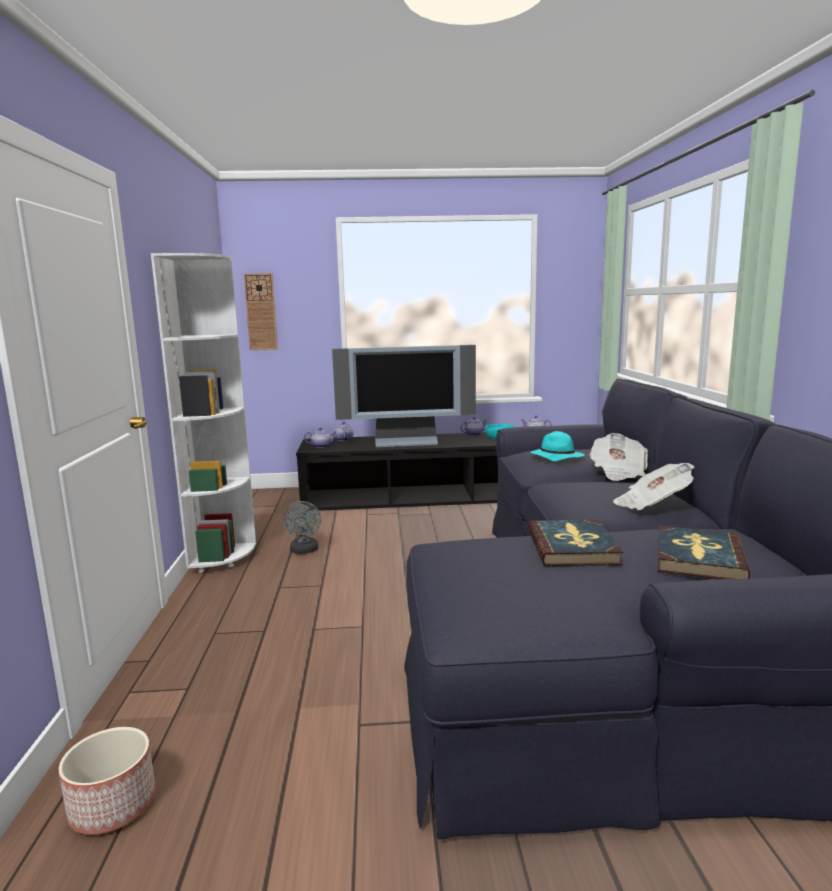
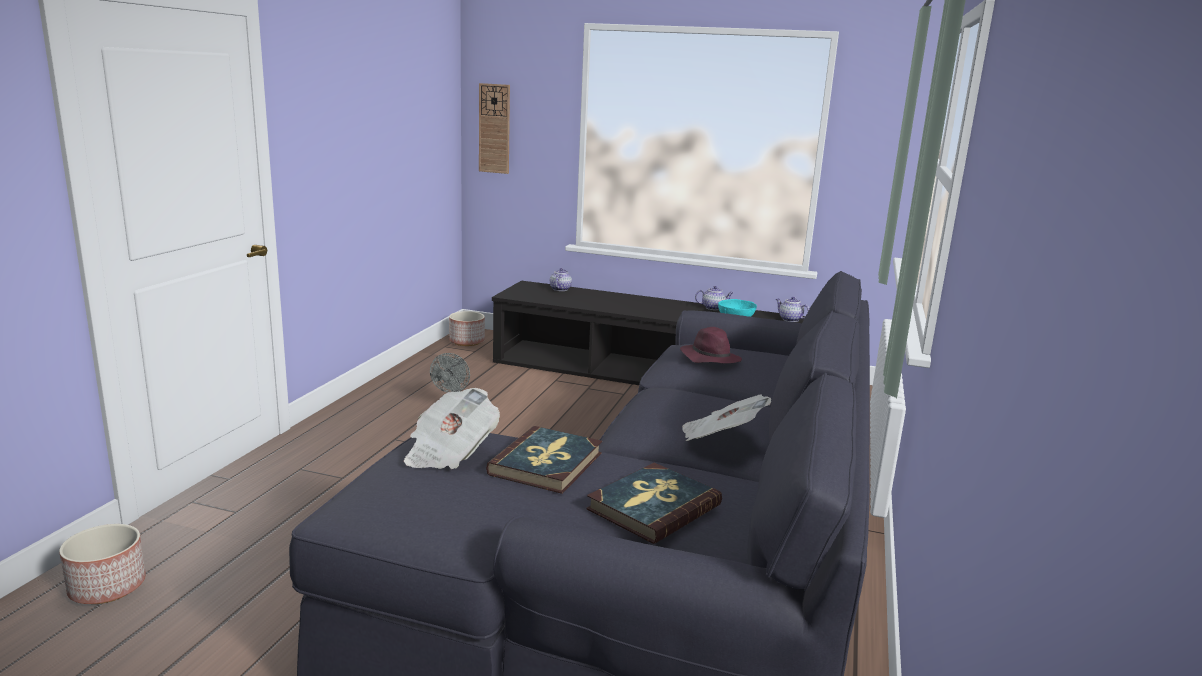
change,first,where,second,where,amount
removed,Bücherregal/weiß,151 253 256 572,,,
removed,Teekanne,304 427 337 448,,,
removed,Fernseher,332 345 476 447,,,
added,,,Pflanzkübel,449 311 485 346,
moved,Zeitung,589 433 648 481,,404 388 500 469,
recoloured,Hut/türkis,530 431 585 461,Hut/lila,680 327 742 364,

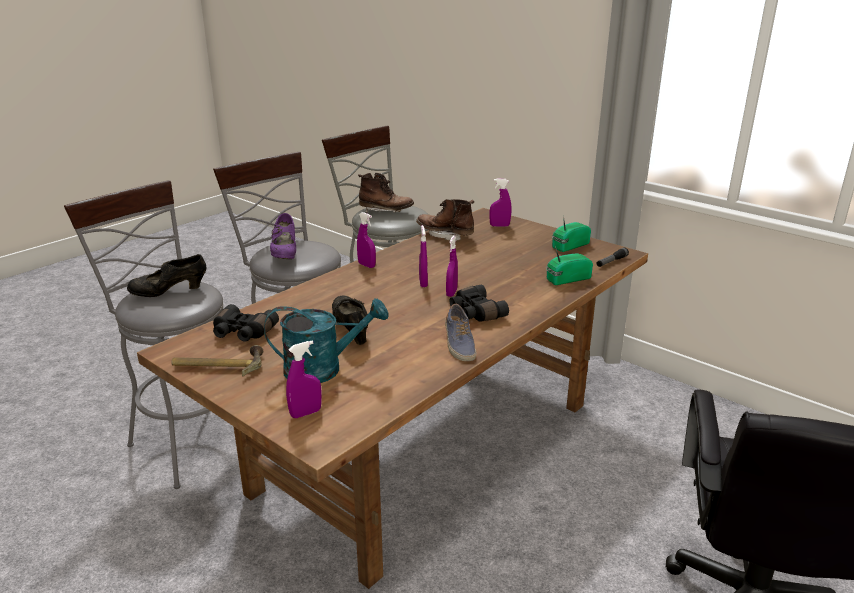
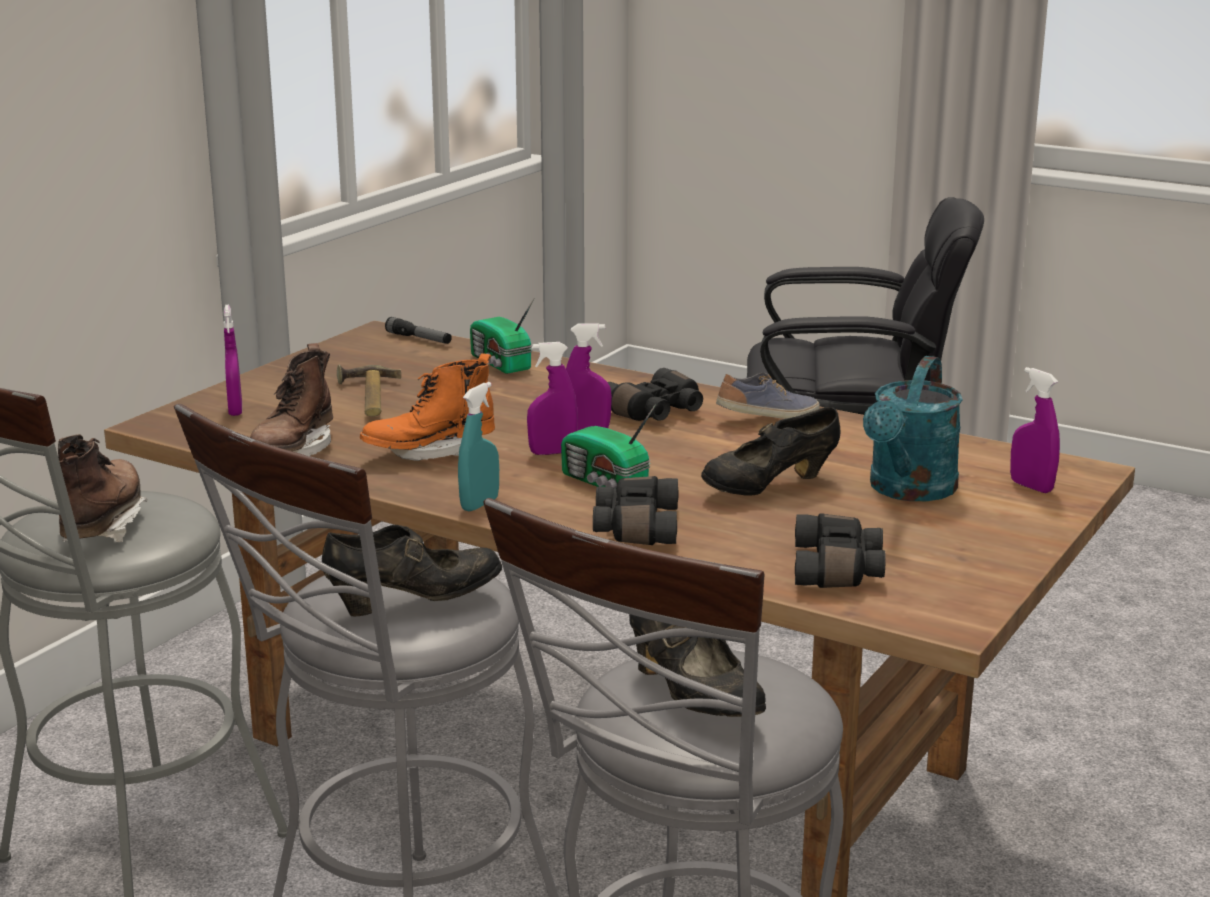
change,first,where,second,where,amount
added,,,Stiefel/orange,360 353 495 461,
added,,,Fernglas/schwarz,593 476 679 545,
moved,Hammer,171 345 263 377,,337 365 401 417,
moved,Radio,552 216 591 252,,561 404 656 489,
recoloured,Schuh/lila,270 213 296 259,Schuh/schwarz,322 525 502 616,
recoloured,Sprühflasche/lila,357 212 376 268,Sprühflasche/türkis,458 382 499 511,
turned,Gießkanne/türkis,264 298 389 383,,863 356 963 501,135 degrees counterclockwise

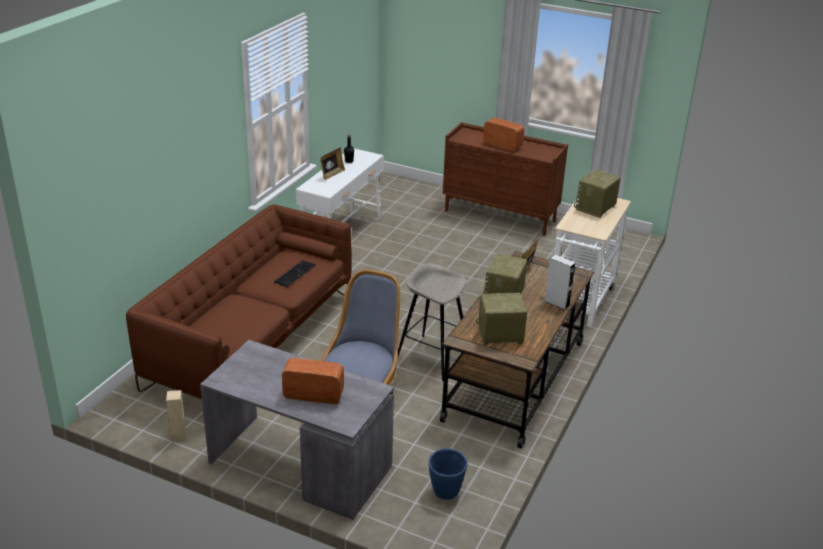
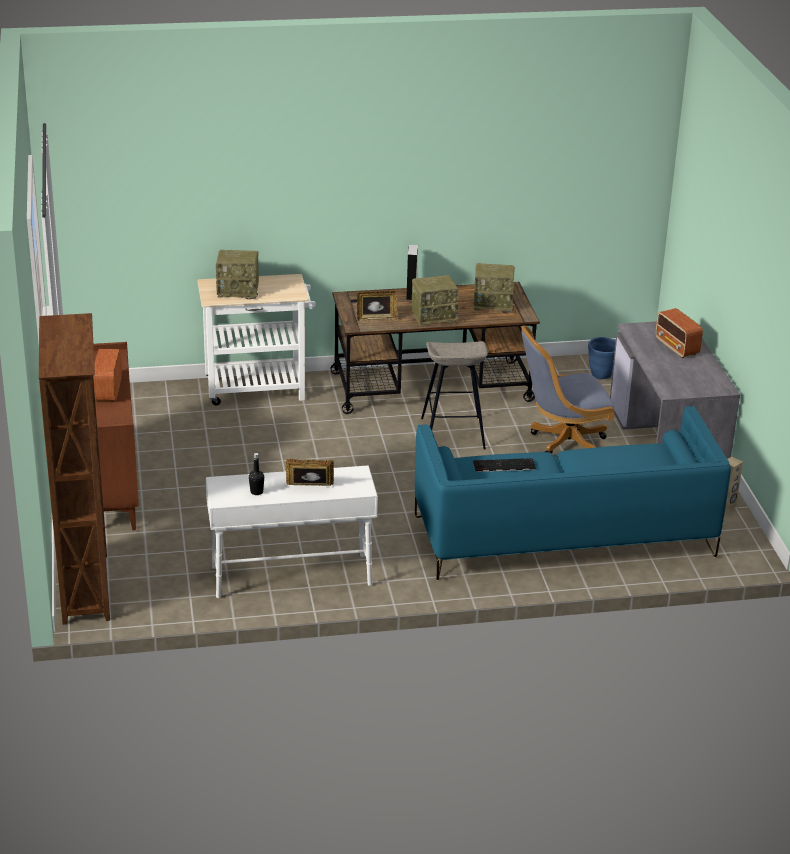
change,first,where,second,where,amount
added,,,Bücherregal/braun,39 313 110 625,
recoloured,Sofa/braun,126 204 351 400,Sofa/blau,415 406 731 581,
turned,Radio,476 293 527 345,,474 263 515 312,45 degrees counterclockwise

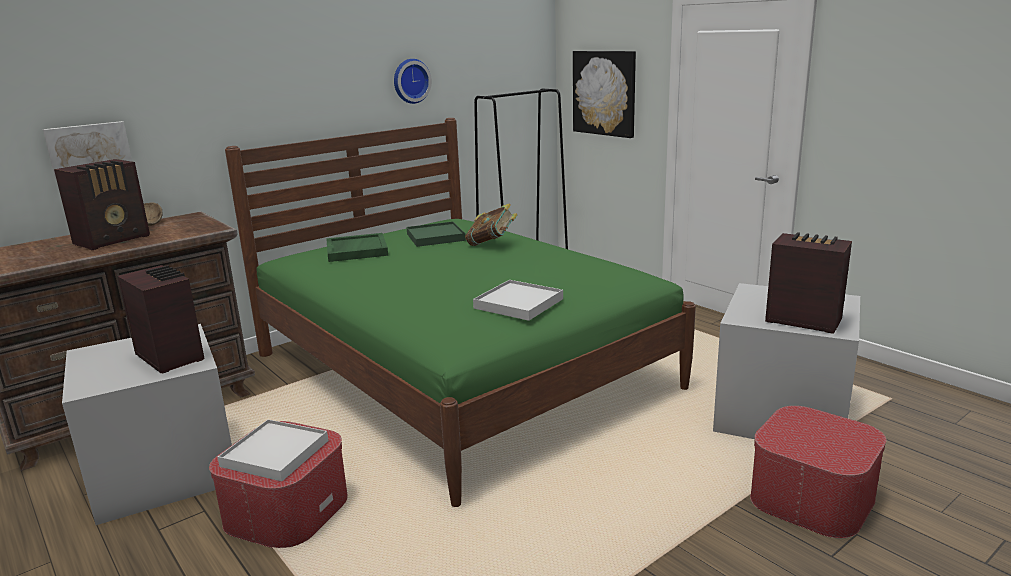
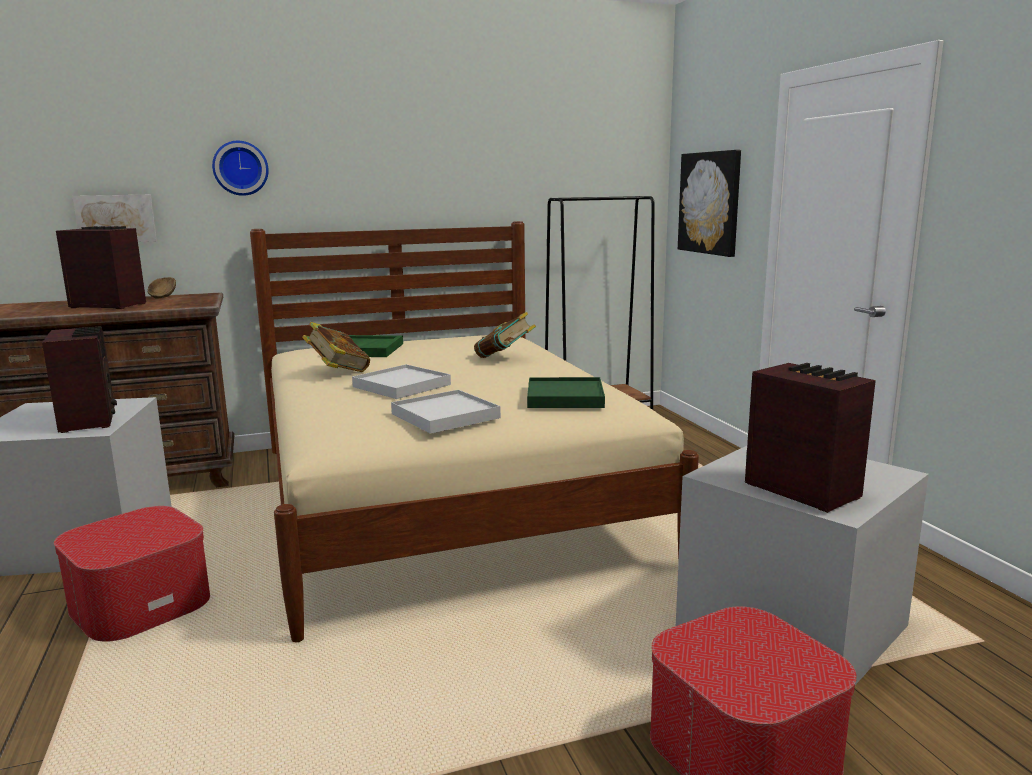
change,first,where,second,where,amount
added,,,Buch,302 322 370 372,
moved,Tablett/weiß,218 419 328 481,,352 364 451 399,
moved,Wanduhr,394 59 432 104,,212 141 269 196,
moved,Tablett/grün,406 222 466 247,,527 377 605 408,
recoloured,Bett/grün,225 118 696 507,Bett/beige,250 221 699 642,
turned,Radio,54 159 150 250,,56 226 146 309,135 degrees counterclockwise

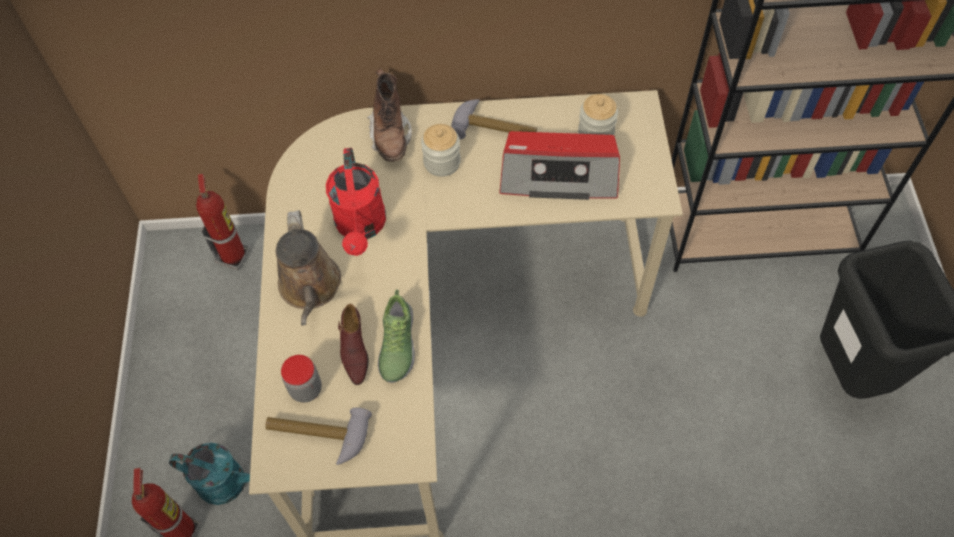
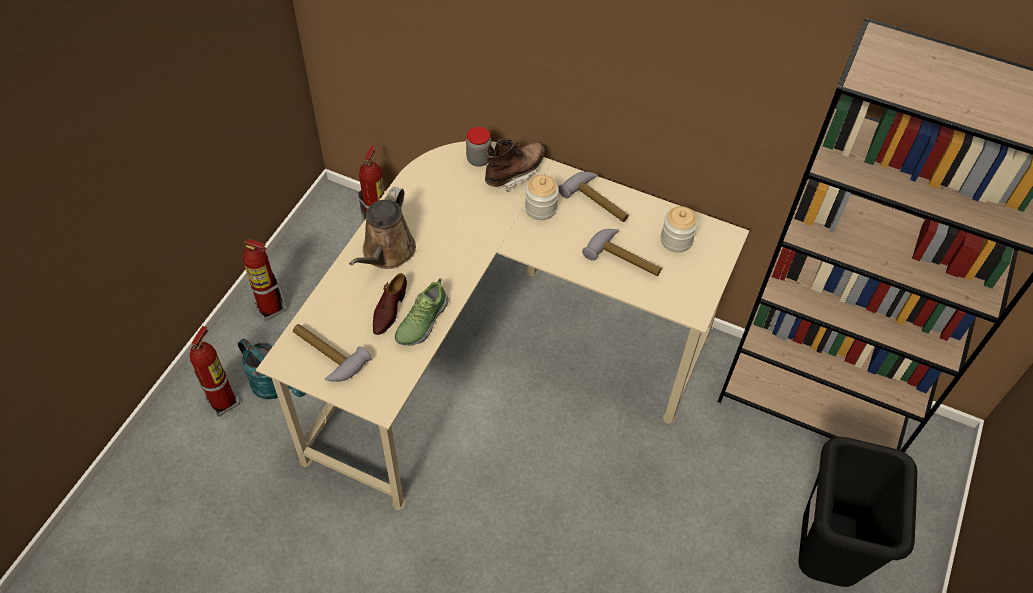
change,first,where,second,where,amount
removed,Gießkanne/rot,326 148 386 256,,,
added,,,Feuerlöscher,243 239 287 321,
moved,Vorratsglas,281 355 322 403,,466 127 491 167,
replaced,Radio,499 131 620 200,Hammer,582 229 662 276,
turned,Stiefel/braun,367 69 412 162,,485 139 545 192,150 degrees counterclockwise

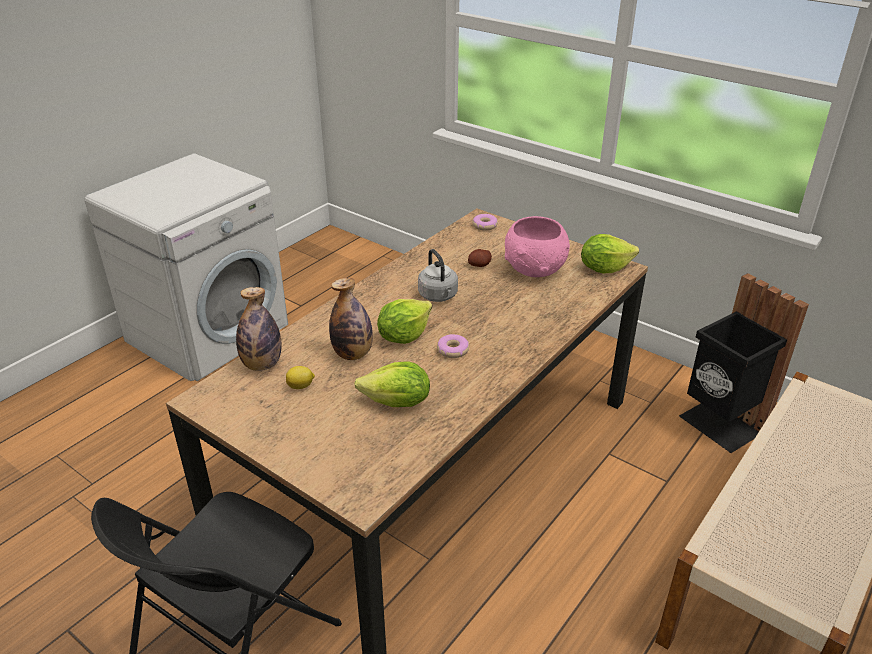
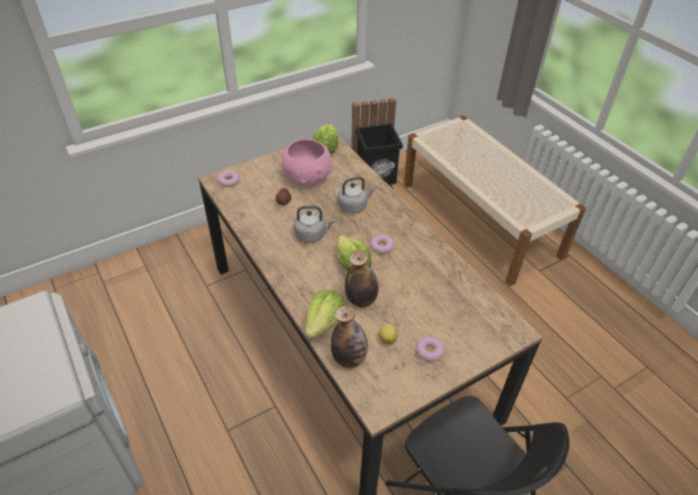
change,first,where,second,where,amount
added,,,Wasserkessel/grau,337 177 376 213,
added,,,Donut,416 337 444 362,
moved,Salatkopf,355 362 430 407,,305 290 344 339,

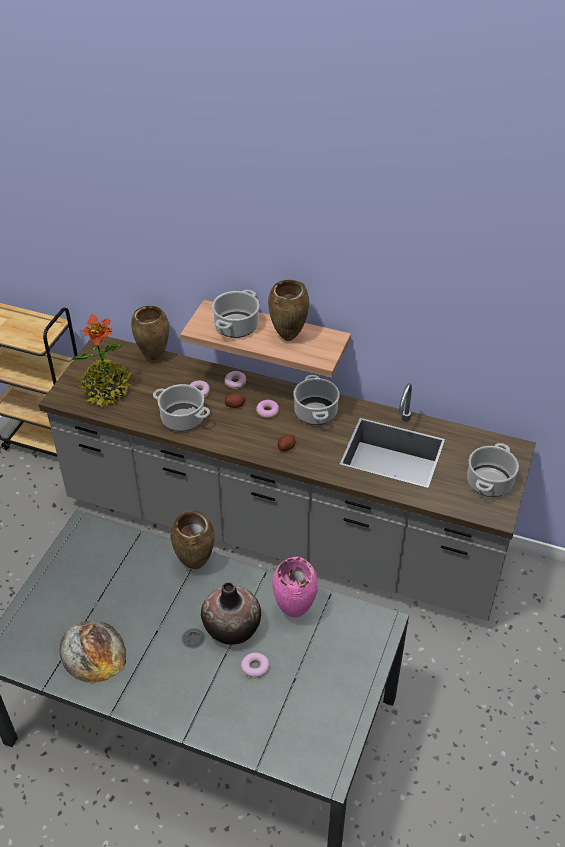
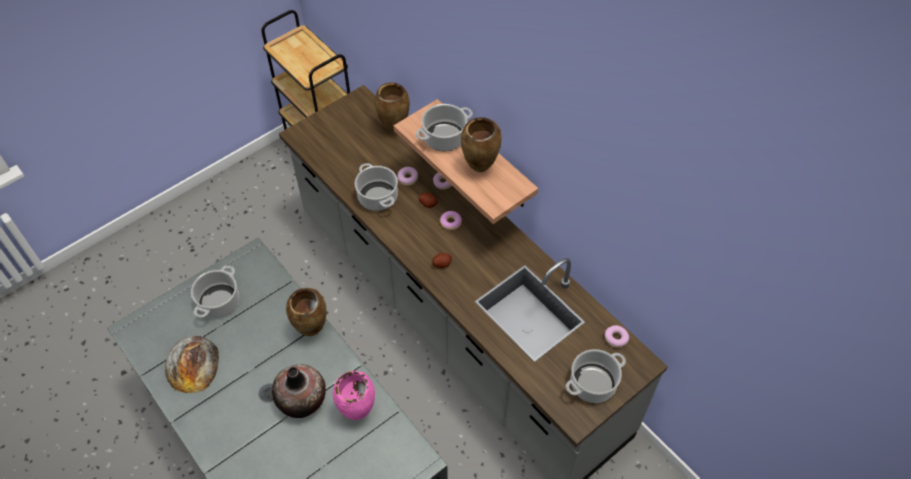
change,first,where,second,where,amount
removed,Topfpflanze,71 313 131 407,,,
moved,Donut,241 653 270 679,,605 325 629 348,
moved,Kochtopf,293 375 340 425,,191 266 239 318,

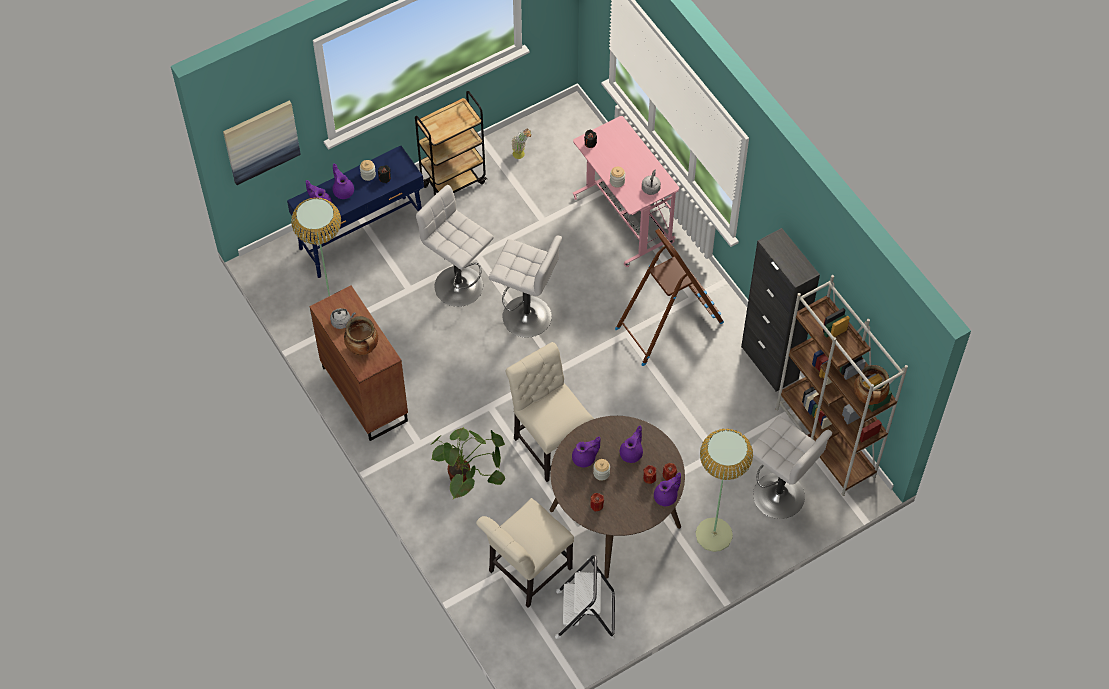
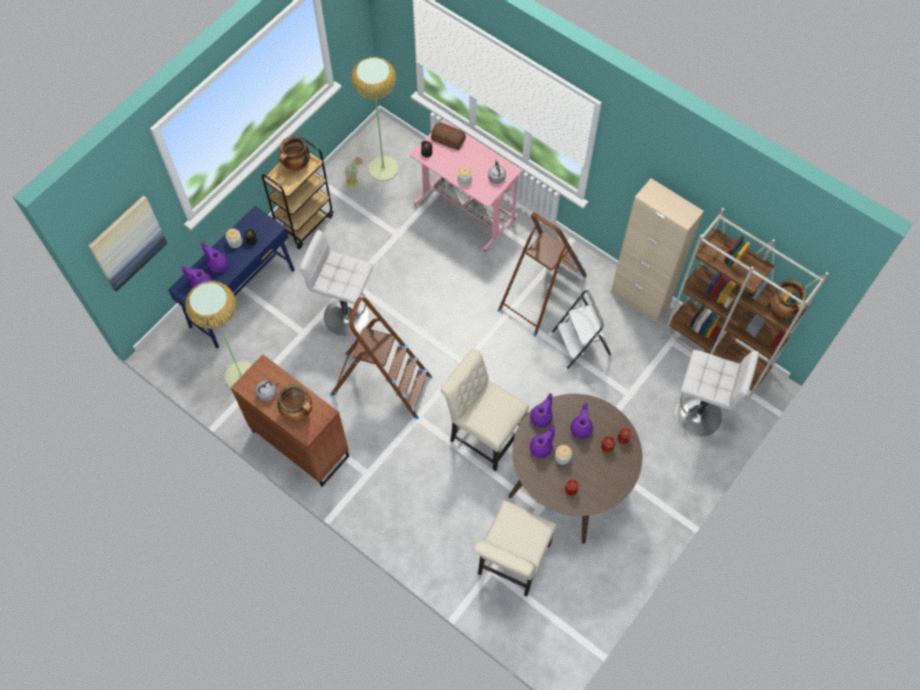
change,first,where,second,where,amount
removed,Topfpflanze,431 427 505 499,,,
removed,Hocker/weiß,489 236 562 338,,,
added,,,Kochtopf,279 136 310 171,
added,,,Trittleiter/braun,330 297 432 419,
added,,,Brot,431 122 466 150,
moved,Trittleiter/weiß,555 555 615 639,,549 290 612 372,
moved,Teekanne/lila,654 472 681 506,,530 393 553 428,
moved,Stehlampe,695 429 753 552,,351 57 398 181,
recoloured,Schrank/schwarz,741 228 820 392,Schrank/beige,611 178 704 322,

